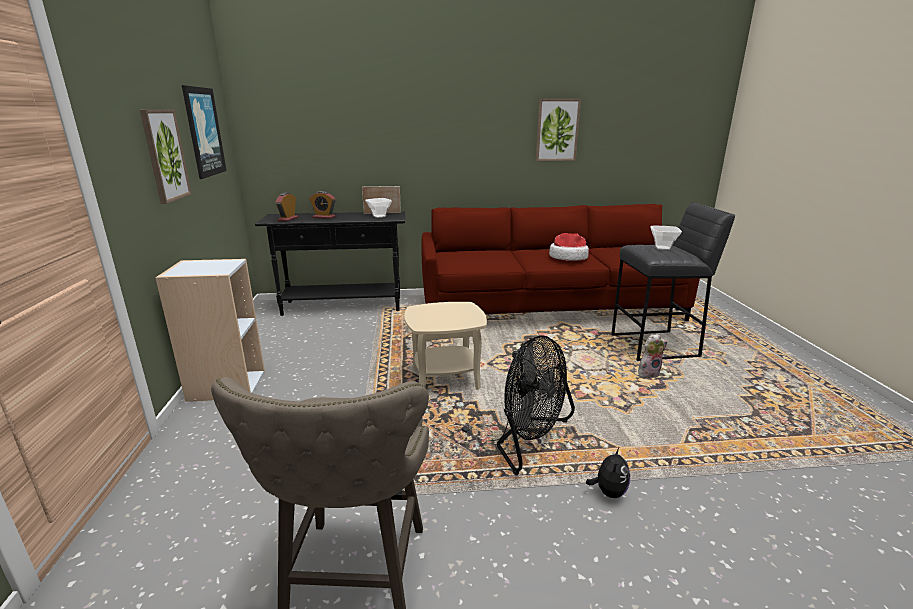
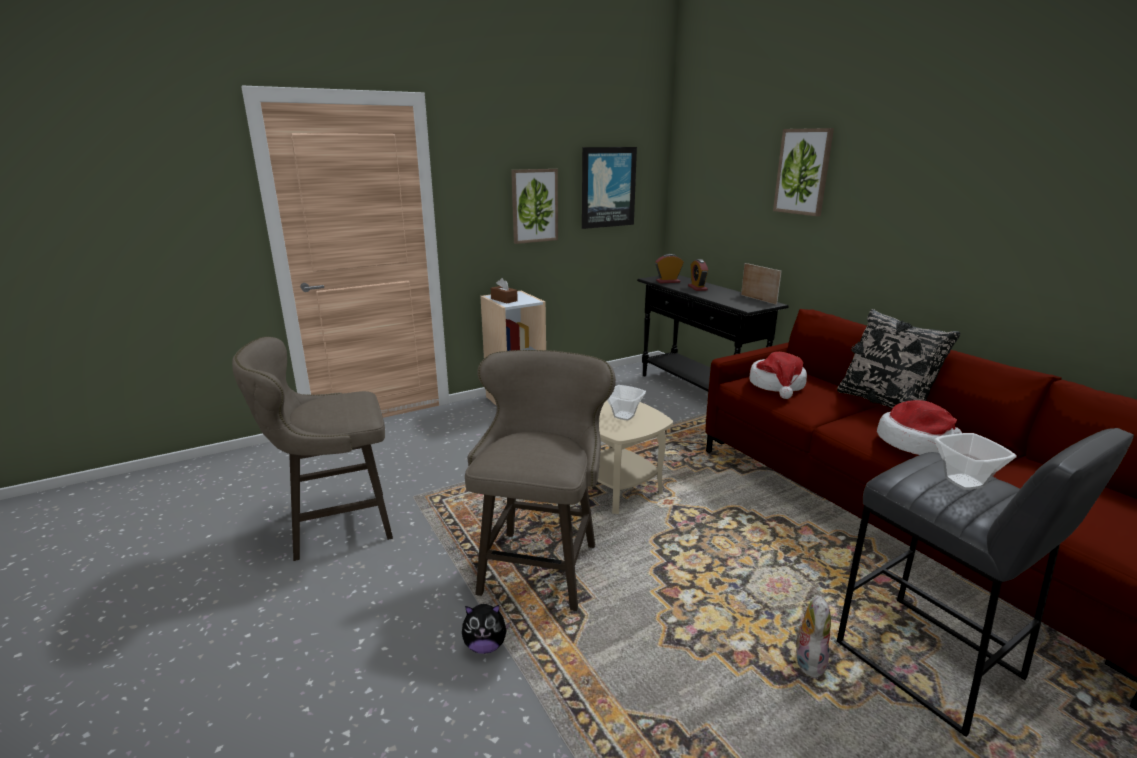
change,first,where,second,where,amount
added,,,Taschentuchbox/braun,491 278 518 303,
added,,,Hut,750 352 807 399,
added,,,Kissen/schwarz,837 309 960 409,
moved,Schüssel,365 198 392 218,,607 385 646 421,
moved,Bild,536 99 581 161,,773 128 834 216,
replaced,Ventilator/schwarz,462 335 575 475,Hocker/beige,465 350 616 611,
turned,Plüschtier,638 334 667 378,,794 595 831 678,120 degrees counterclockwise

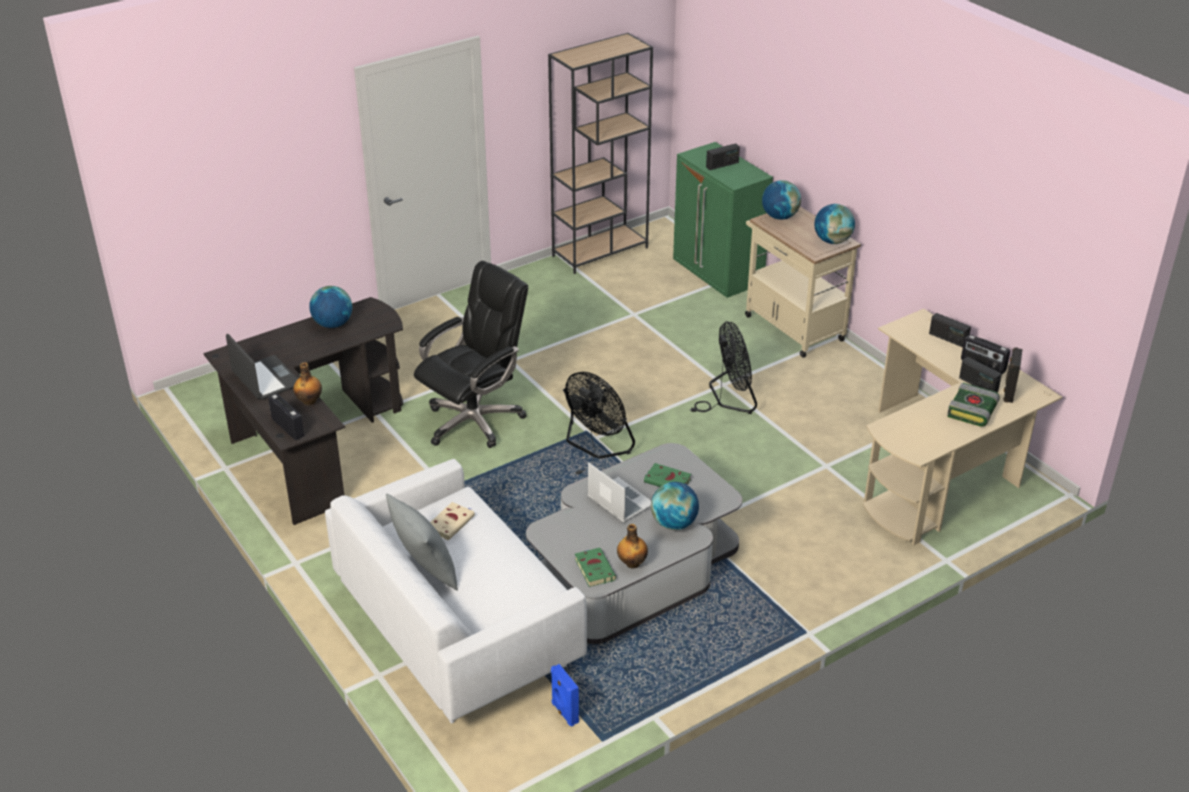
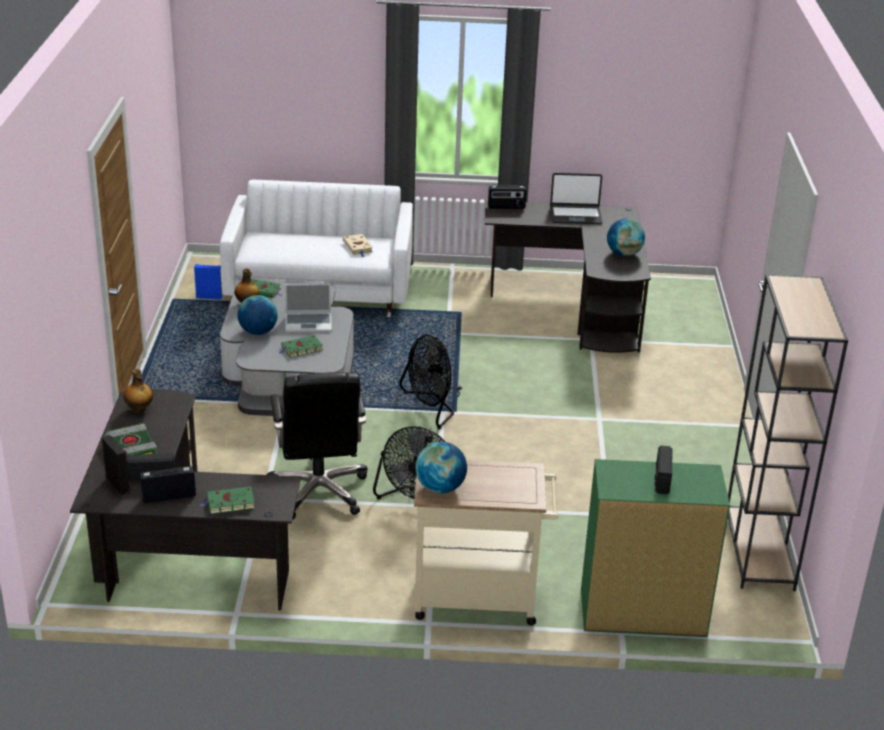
change,first,where,second,where,amount
removed,Kissen/grau,386 494 458 591,,,
removed,Globus,762 180 801 220,,,
moved,Flasche,293 362 322 406,,123 369 153 413,
moved,Bürostuhl/schwarz,414 261 528 448,,266 372 368 520,
replaced,Radio,929 313 971 347,Buch/grün,200 487 255 514,
recoloured,Schreibtisch/beige,863 309 1062 545,Schreibtisch/schwarz,70 389 301 610,
turned,Ventilator/schwarz,563 372 635 474,,400 335 463 430,75 degrees clockwise

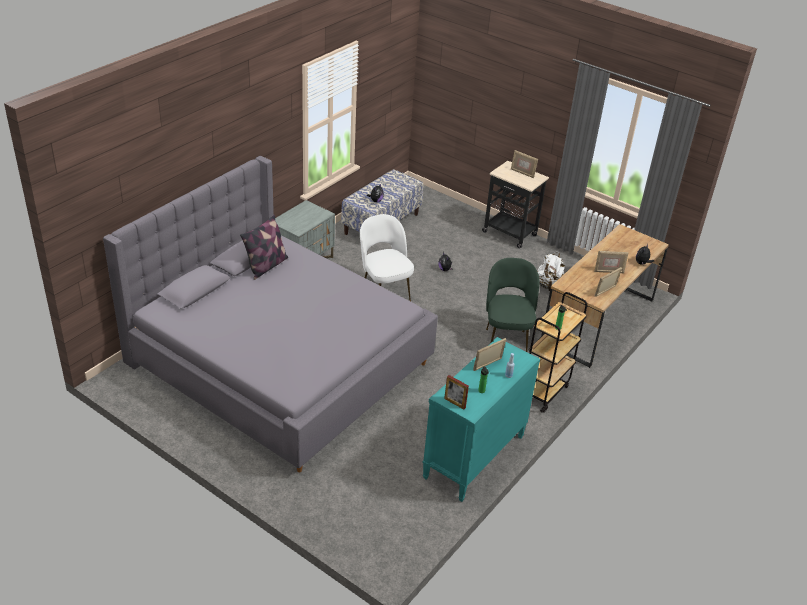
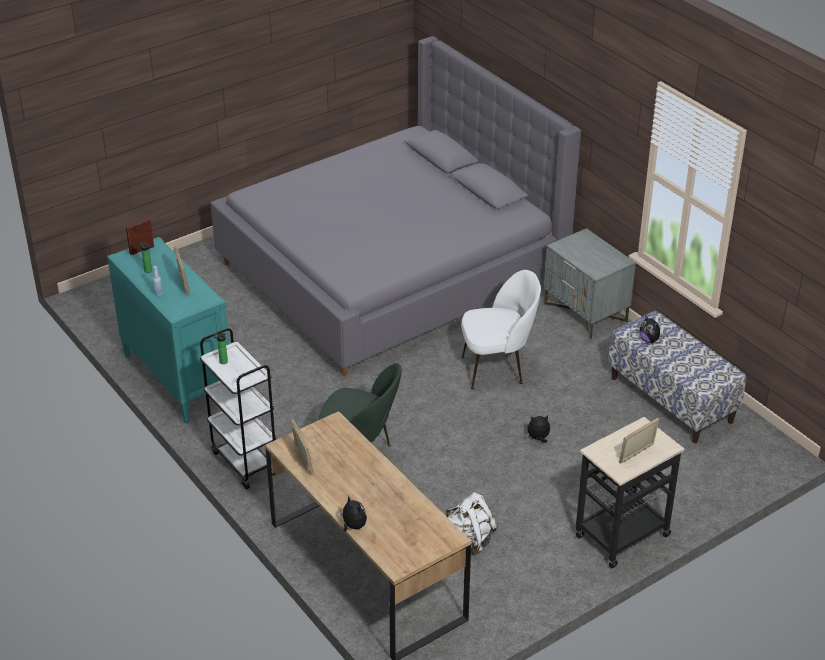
change,first,where,second,where,amount
removed,Kissen,240 215 288 280,,,
removed,Bilderrahmen,594 251 629 273,,,
recoloured,Rollwagen/braun,529 292 587 413,Rollwagen/weiß,200 328 277 490,

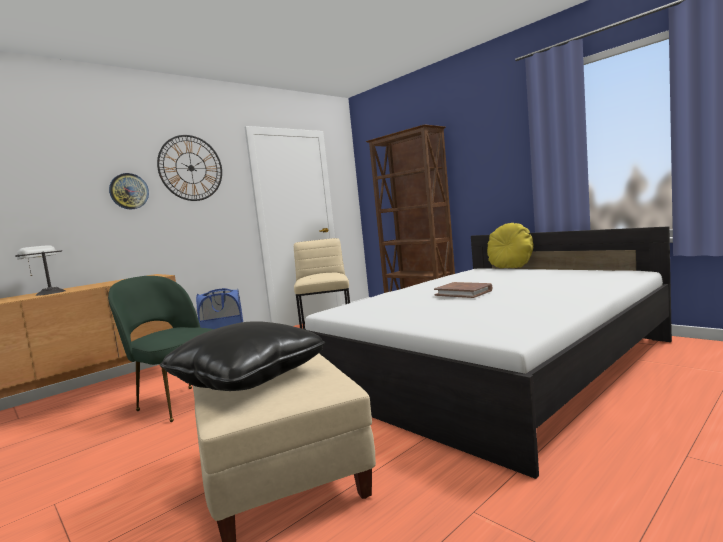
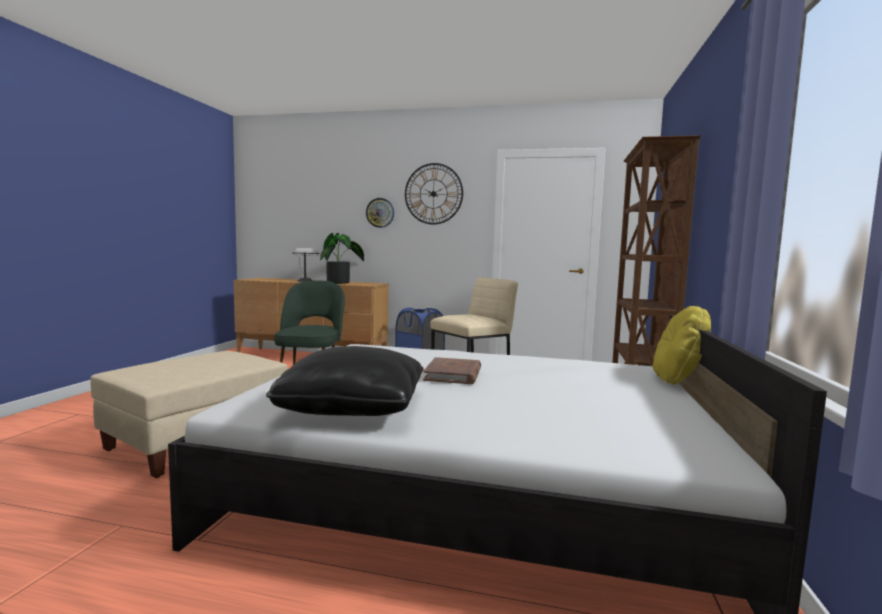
change,first,where,second,where,amount
added,,,Topfpflanze,320 233 364 284,
moved,Kissen/schwarz,160 321 325 391,,266 346 424 416,

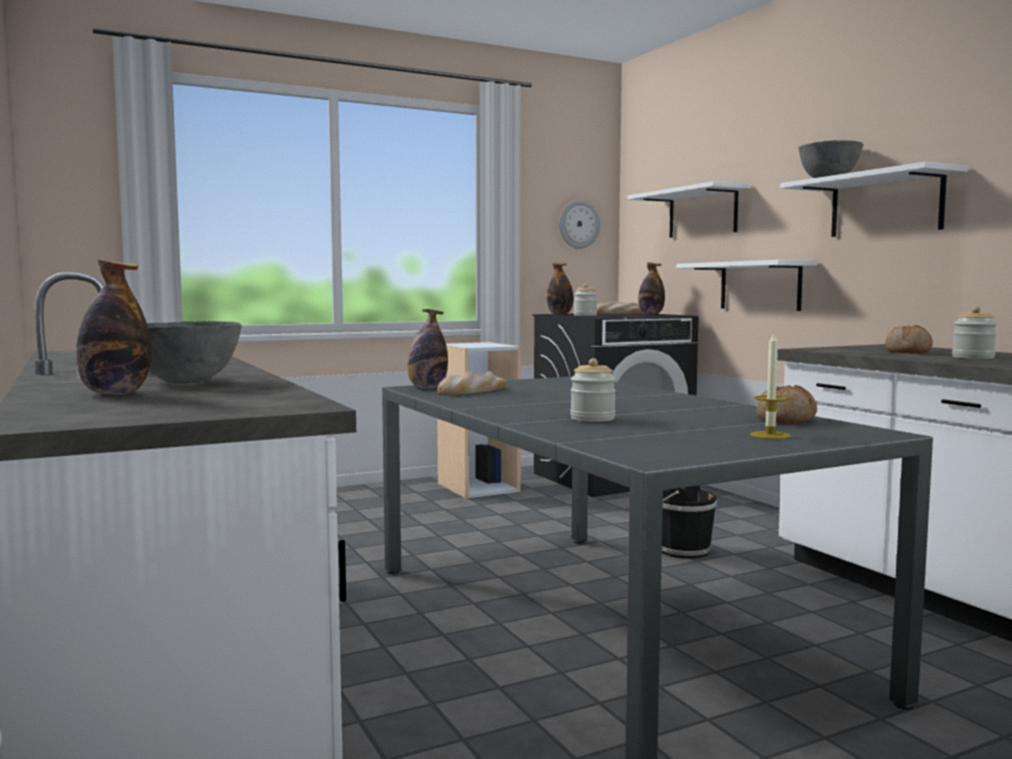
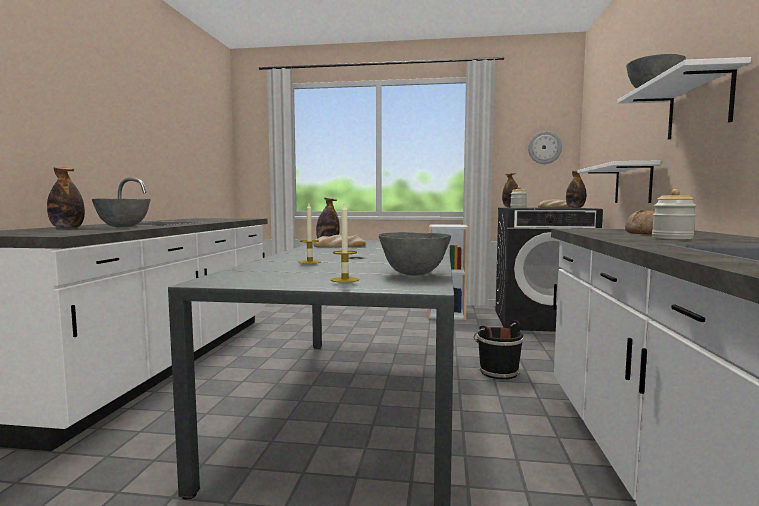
change,first,where,second,where,amount
removed,Wandregal/weiß,628 181 751 238,,,
replaced,Vorratsglas,570 358 616 422,Kerze,299 204 321 264,
replaced,Brot,756 385 817 424,Schüssel/grau,379 232 451 276,

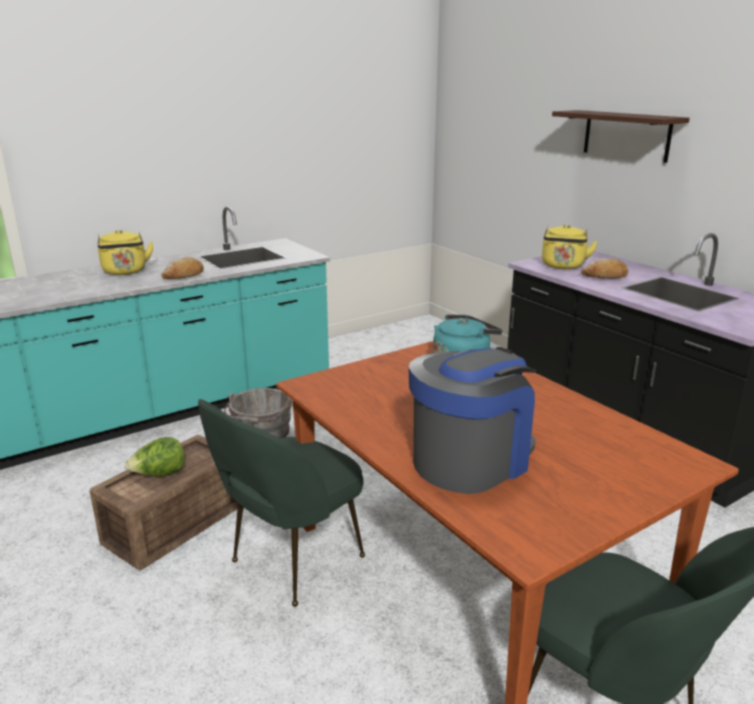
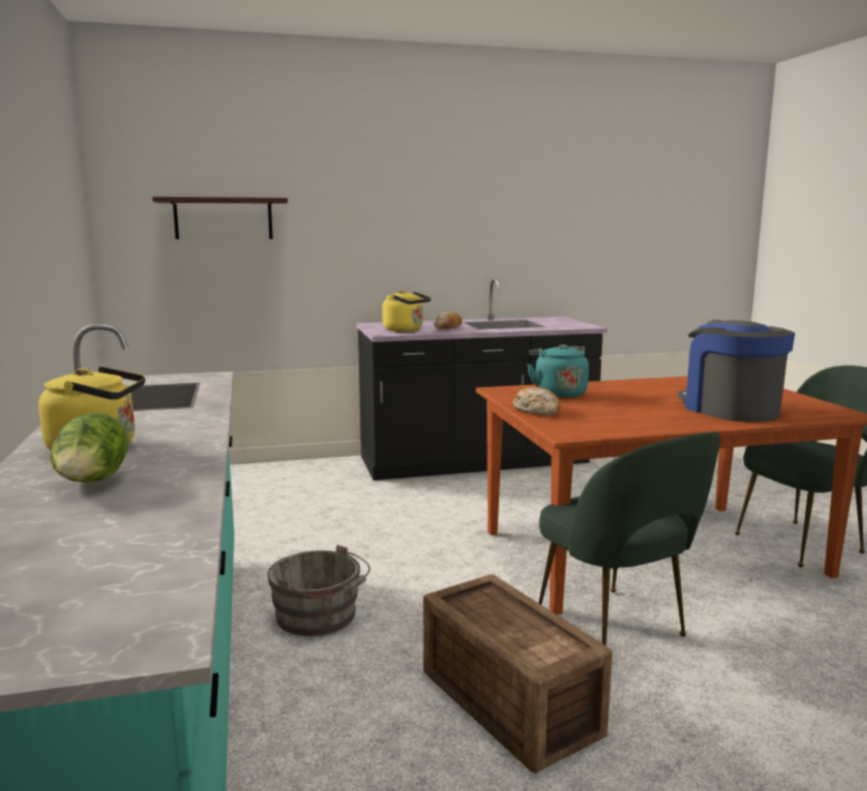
change,first,where,second,where,amount
moved,Salatkopf,125 437 185 476,,50 413 129 482,
moved,Brot,161 257 204 279,,513 387 560 415,
moved,Wandregal,552 110 690 163,,152 197 288 239,

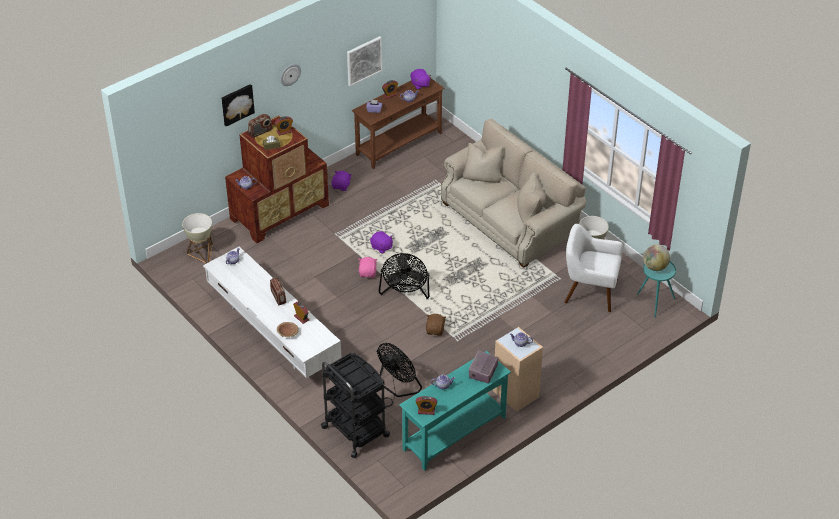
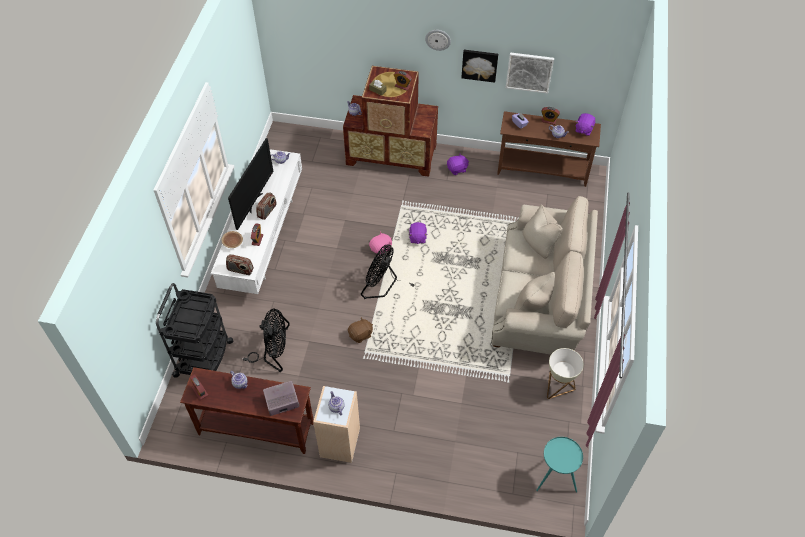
change,first,where,second,where,amount
removed,Pflanzkübel,182 213 213 264,,,
removed,Sessel/weiß,565 224 623 312,,,
removed,Globus,643 245 670 271,,,
added,,,Fernseher,228 138 273 230,
moved,Bild,222 84 255 127,,461 50 498 83,
moved,Radio,248 114 273 137,,226 254 254 275,
recoloured,Konsolentisch/türkis,399 351 511 471,Konsolentisch/braun,180 367 314 454,
turned,Ventilator/schwarz,379 253 430 299,,361 245 414 299,60 degrees clockwise

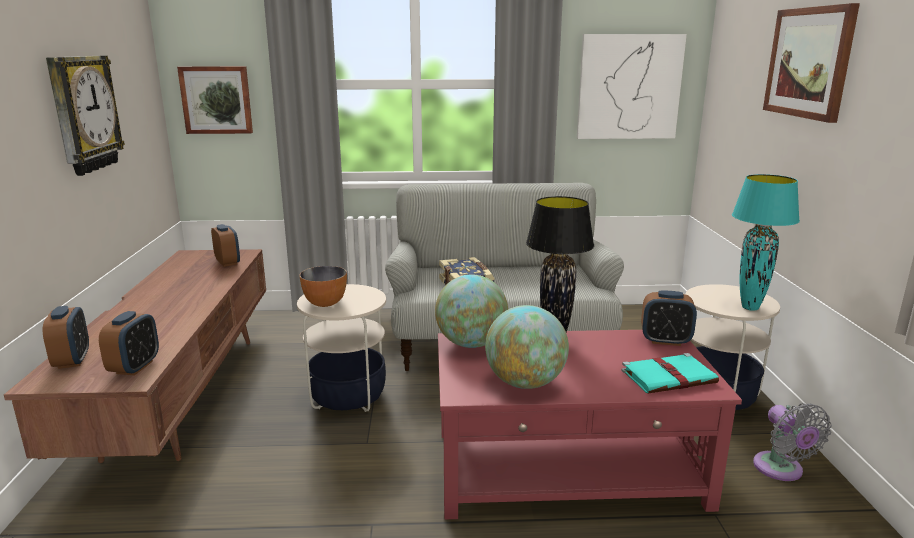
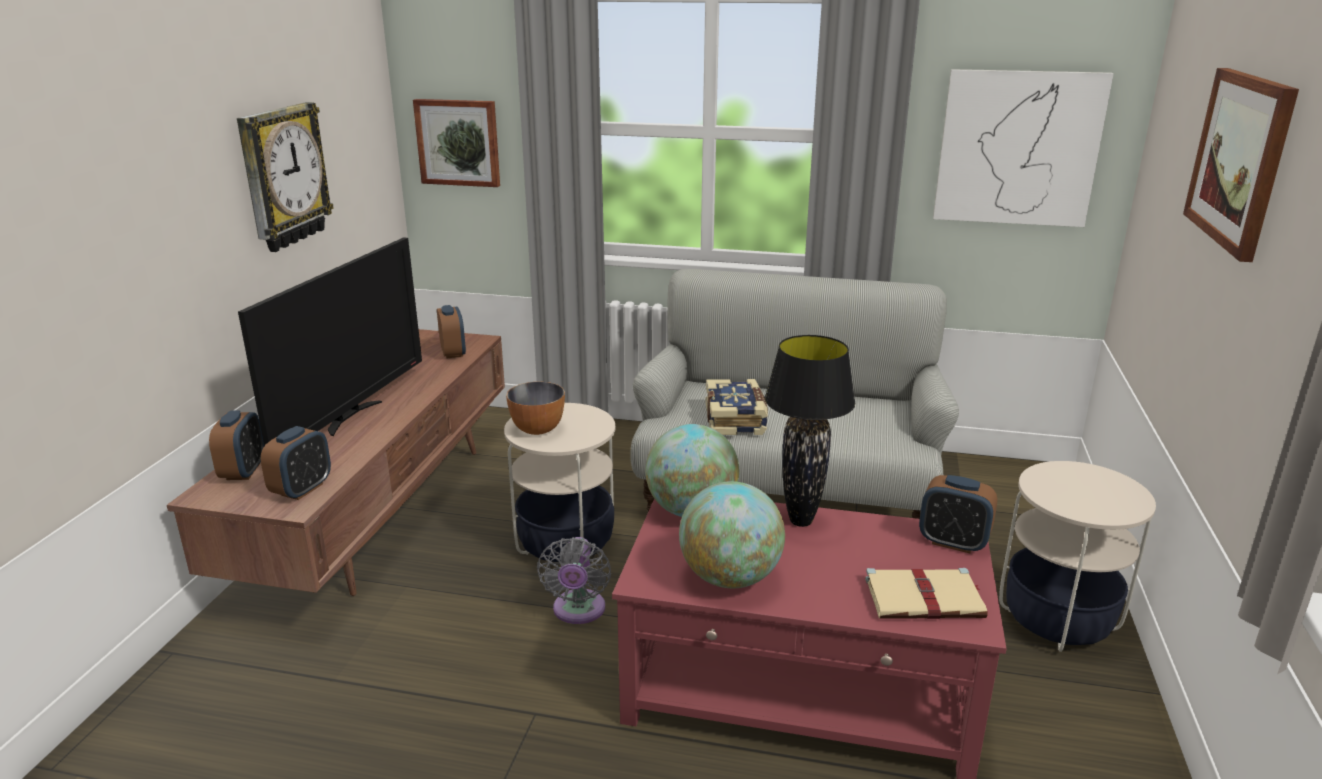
change,first,where,second,where,amount
removed,Tischlampe/türkis,732 174 800 311,,,
added,,,Fernseher,238 237 422 446,
moved,Ventilator/grau,753 403 832 481,,537 537 611 624,
recoloured,Buch/türkis,622 353 719 393,Buch/beige,865 568 988 619,

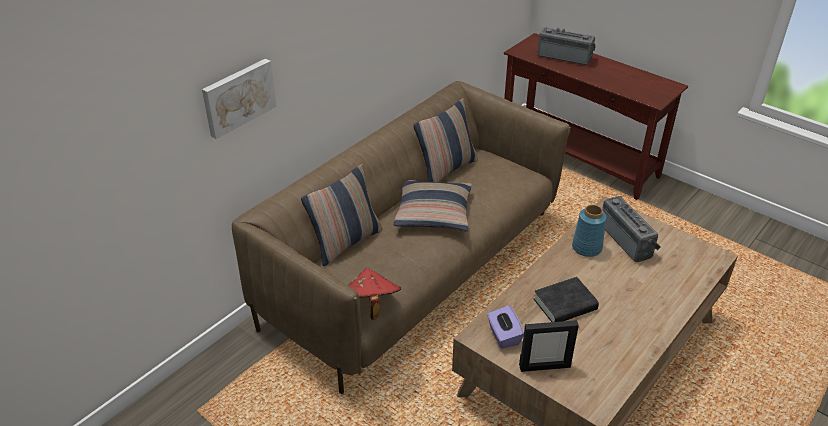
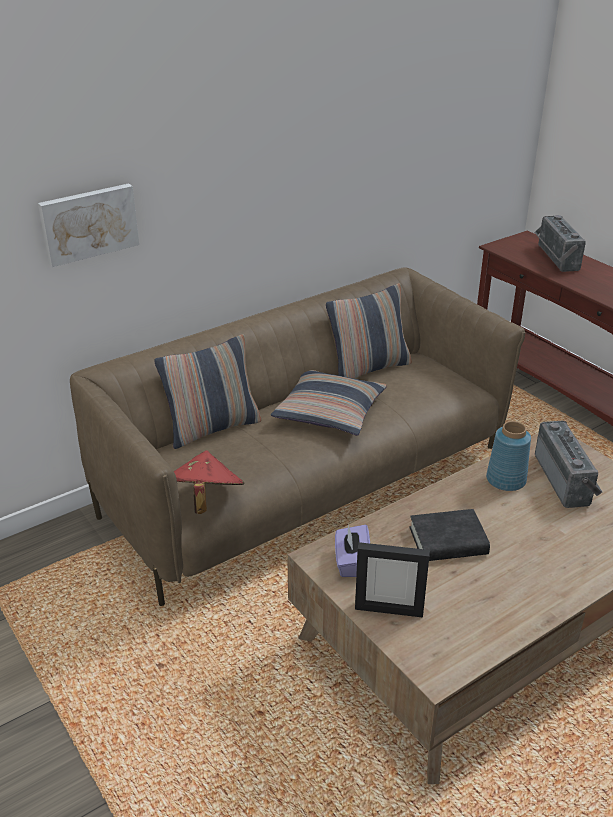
change,first,where,second,where,amount
turned,Radio,537 27 596 65,,534 215 586 272,135 degrees counterclockwise

